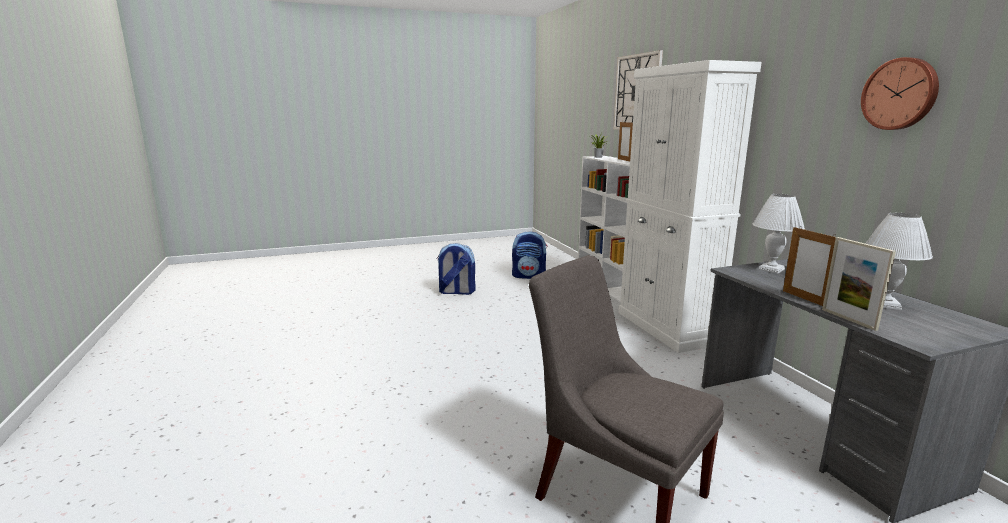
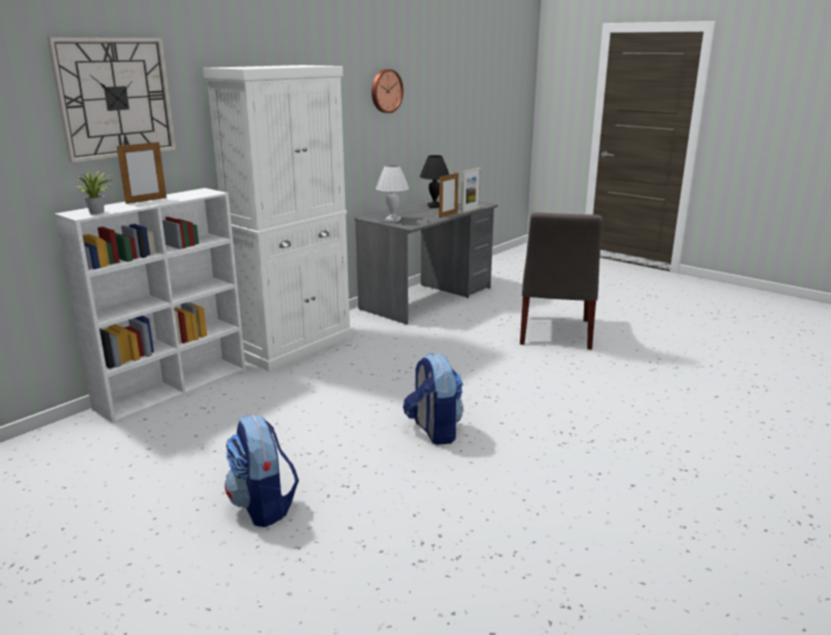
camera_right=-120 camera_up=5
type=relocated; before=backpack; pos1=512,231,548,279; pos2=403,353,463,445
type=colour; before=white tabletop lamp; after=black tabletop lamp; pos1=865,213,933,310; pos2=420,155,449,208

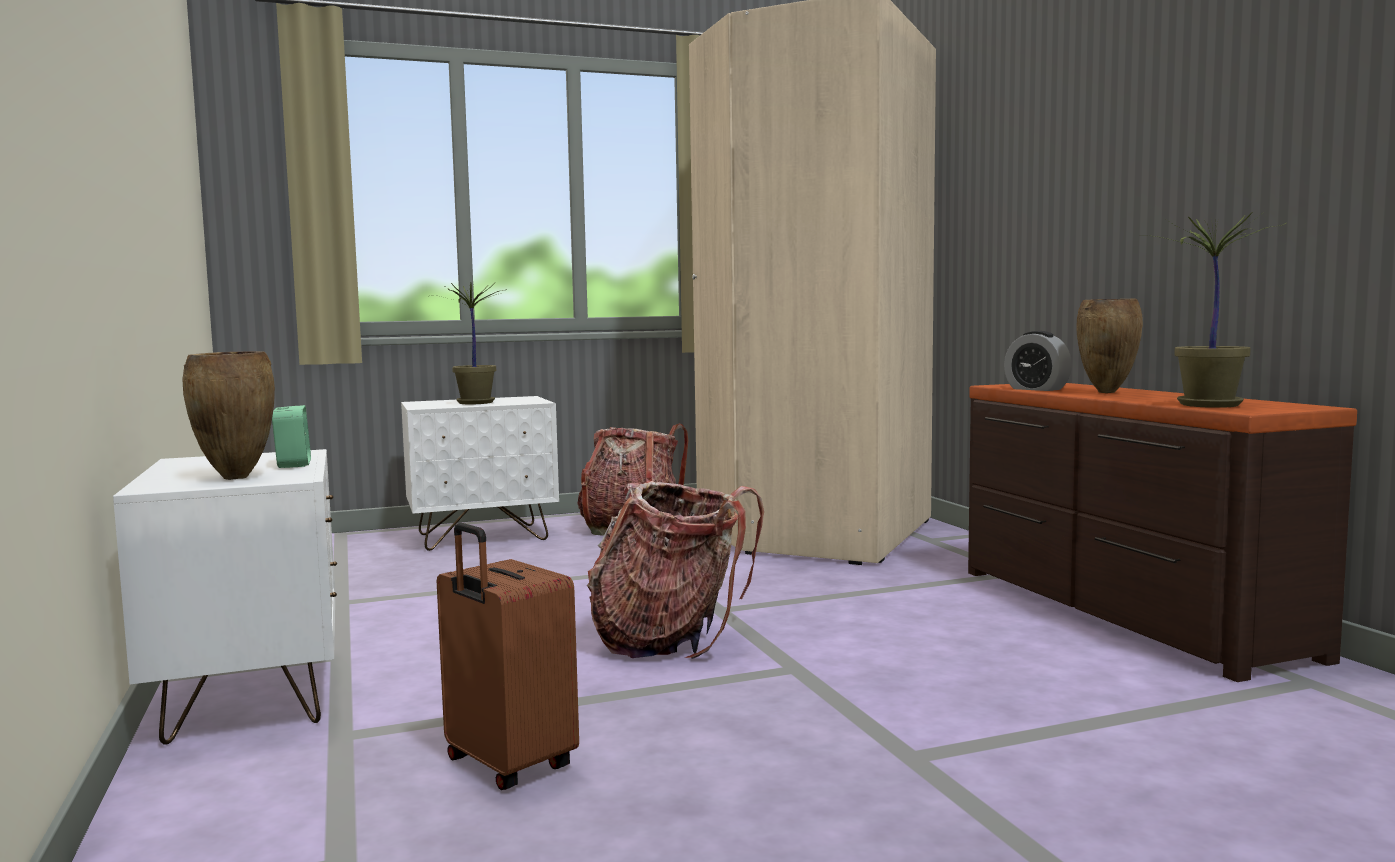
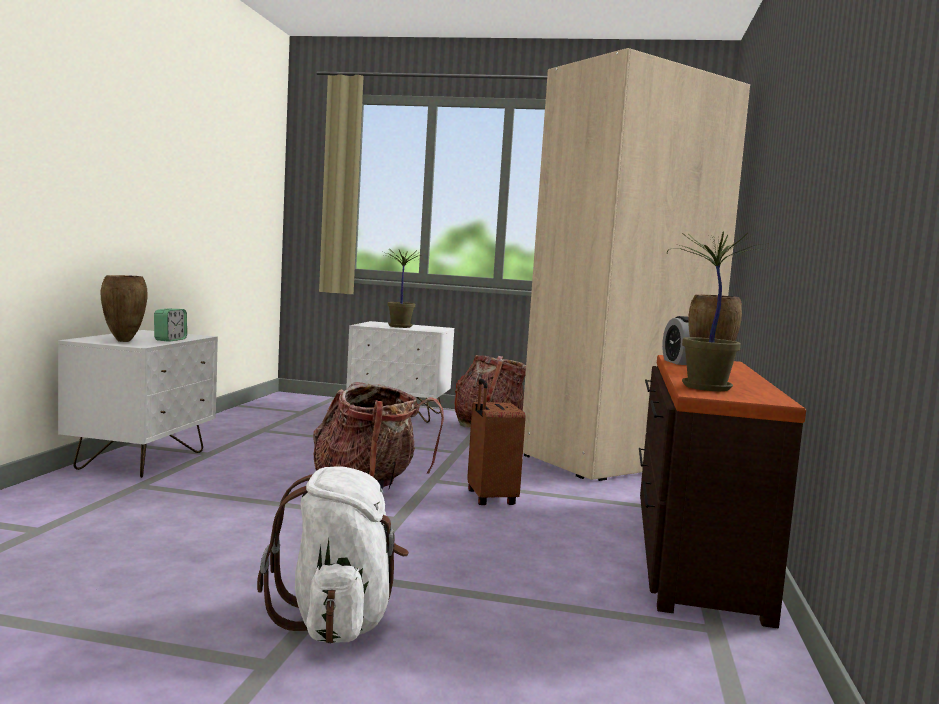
camera_right=30 camera_up=0
type=relocated; before=brown-coloured suitcase; pos1=437,523,579,790; pos2=467,379,526,505
type=appeared; after=white backpack; pos2=257,466,409,644

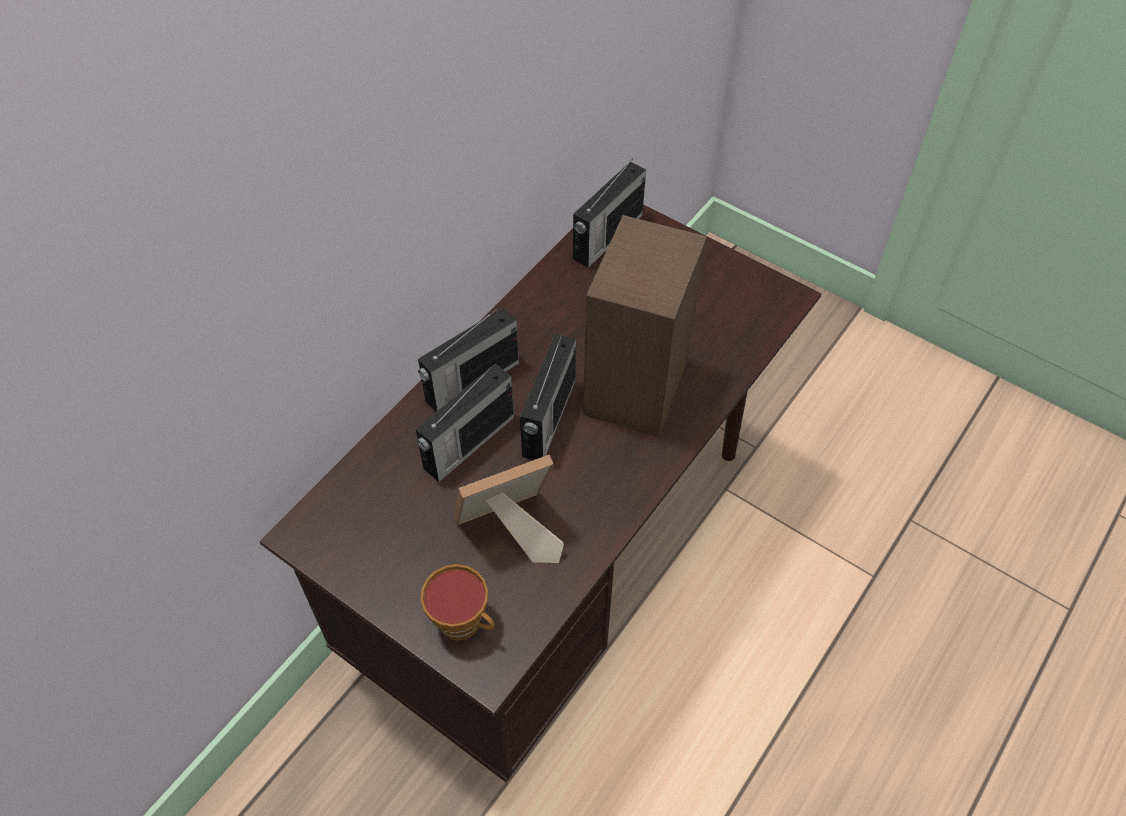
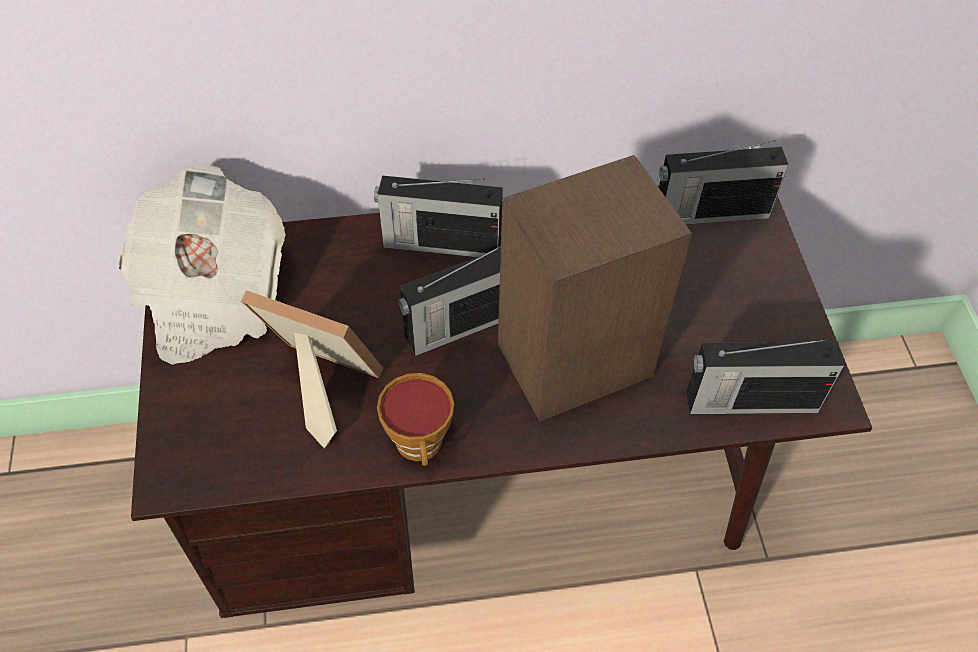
camera_right=45 camera_up=0
type=relocated; before=radio; pos1=416,364,514,482; pos2=687,339,844,414
type=relocated; before=cup; pos1=420,564,495,641; pos2=377,373,454,466
type=appeared; after=daily paper; pos2=118,165,286,365

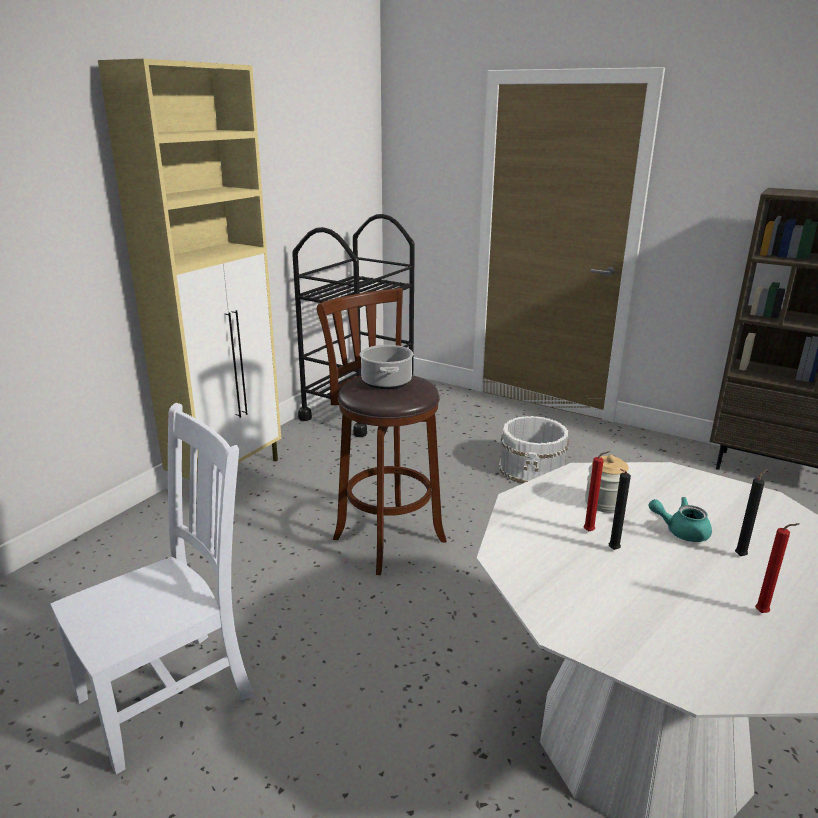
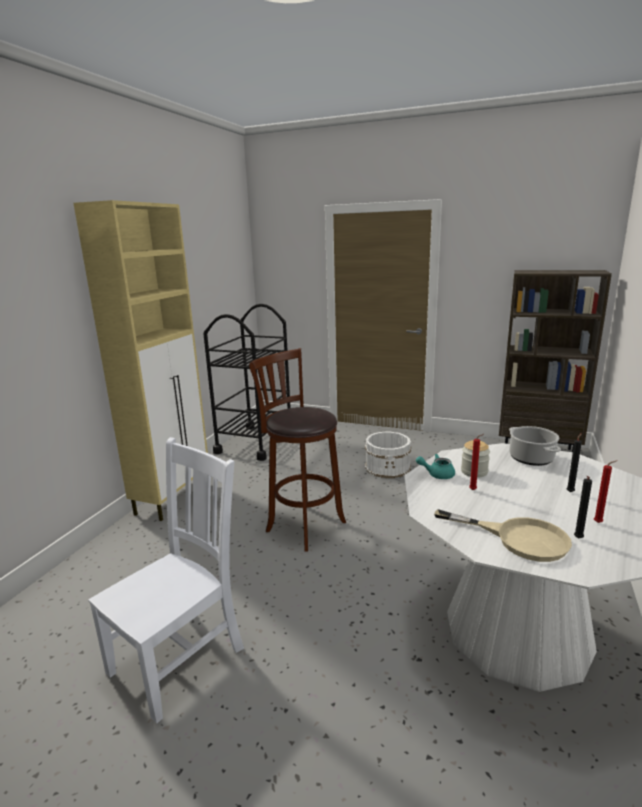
camera_right=-10 camera_up=-5
type=relocated; before=saucepot; pos1=360,345,413,389; pos2=509,426,561,466
type=relocated; before=black wax candle; pos1=609,469,631,550; pos2=574,476,592,539
type=relocated; before=turquoise-coloured tea pot; pos1=648,497,712,542; pos2=416,454,455,479
type=appeared; after=beige frying pan; pos2=434,509,572,562

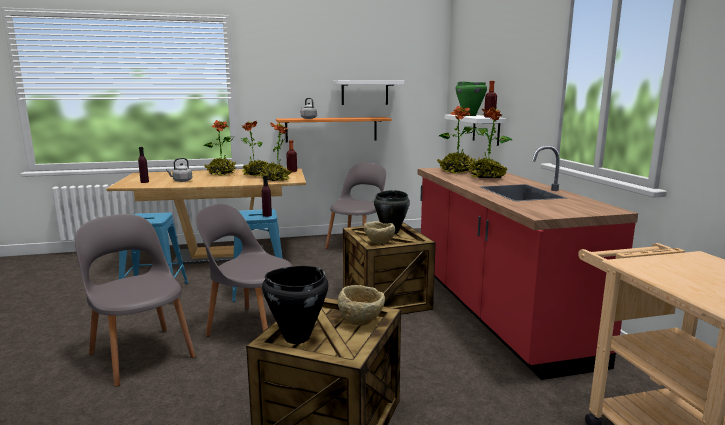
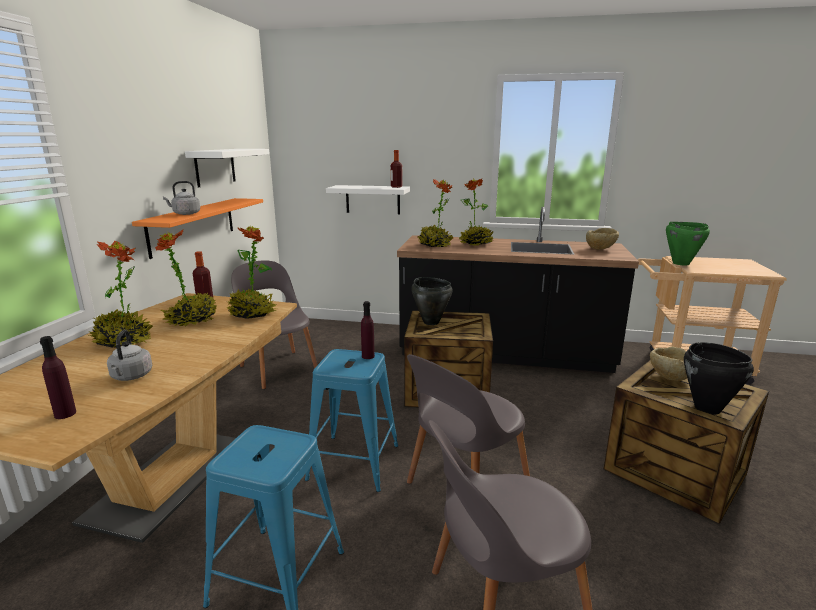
camera_right=-65 camera_up=5
type=relocated; before=beige serving bowl; pos1=364,221,395,244; pos2=586,228,619,250
type=colour; before=red kitchen base unit; after=black kitchen base unit; pos1=418,145,638,380; pos2=397,207,639,373
type=relocated; before=green-coloured saucepot; pos1=456,81,487,116; pos2=666,222,710,265

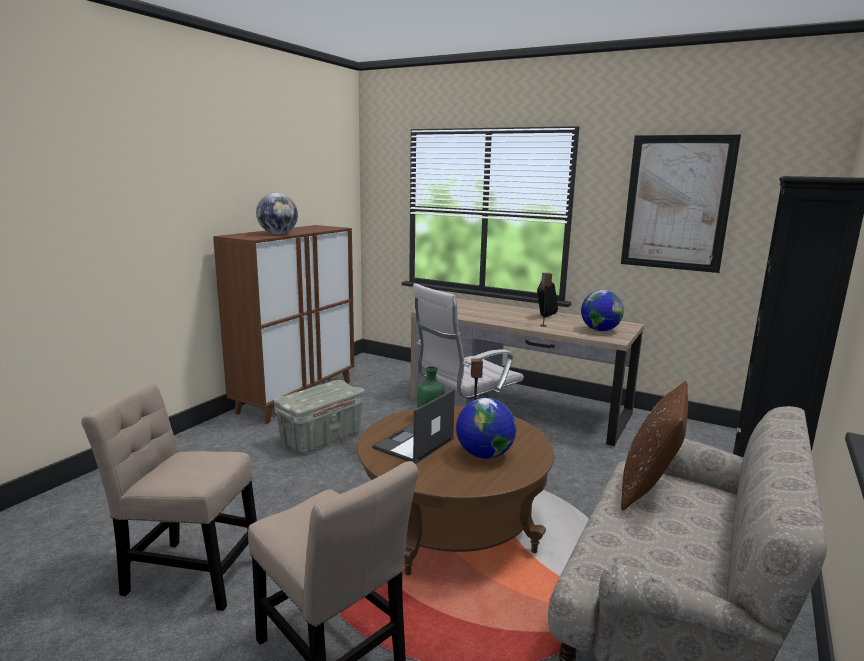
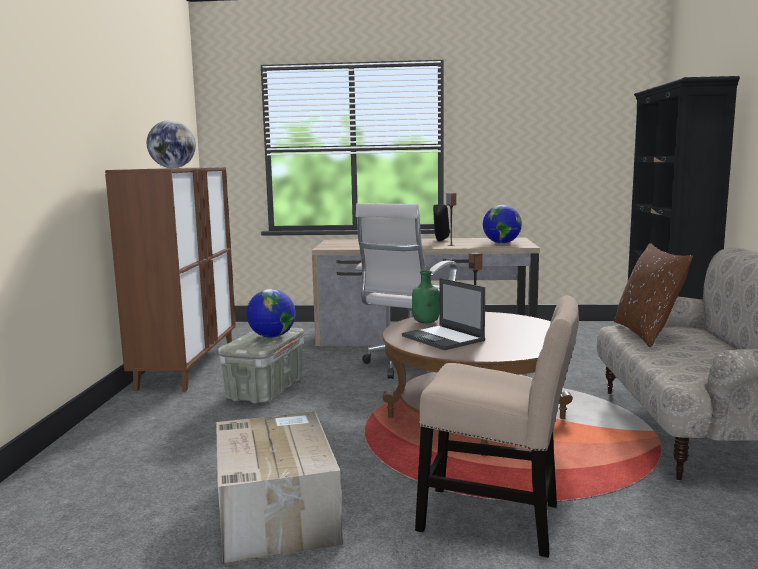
camera_right=-25 camera_up=-5
type=exchanged; before=beige upright chair; after=cardboard box; pos1=82,381,257,611; pos2=216,411,343,564
type=spun; before=portable computer; pos1=372,389,455,464; pos2=402,278,485,350; turn=-45
type=relocated; before=desk globe; pos1=456,398,516,459; pos2=246,289,296,338
type=missing; before=picture; pos1=621,134,741,273

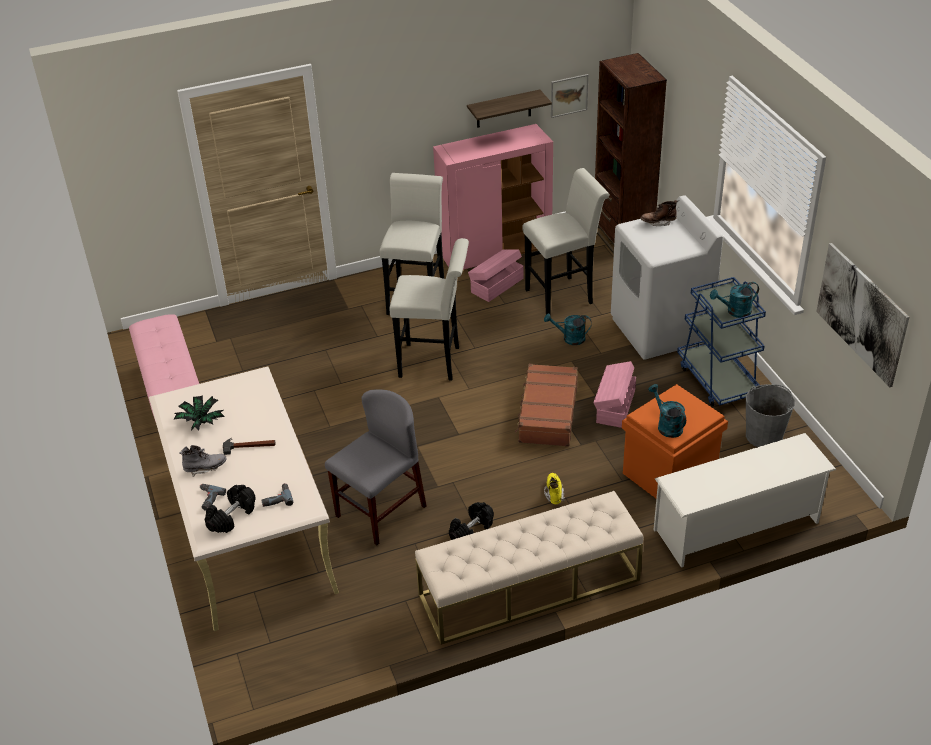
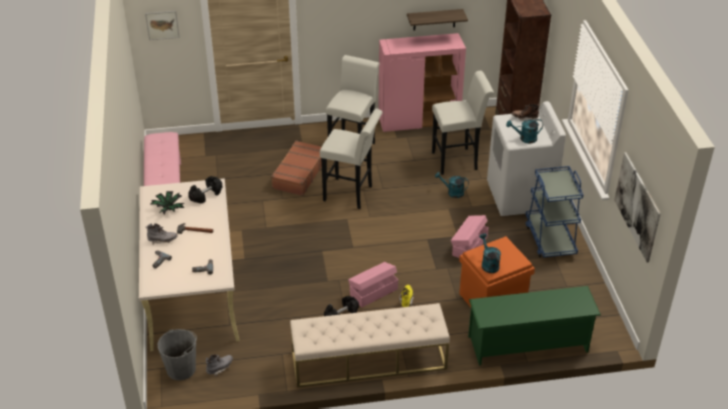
camera_right=10 camera_up=0
type=relocated; before=black hand weight; pos1=205,485,256,533; pos2=188,176,222,204
type=missing; before=grey upright chair; pos1=325,389,426,545
type=relocated; before=pink-coloured storage box; pos1=468,249,523,302; pos2=348,262,398,307
type=relocated; before=brown-coloured suitcase; pos1=515,364,578,447; pos2=271,140,322,196
type=relocated; before=picture; pos1=551,74,588,118; pos2=145,11,180,40
type=colour; before=white shoe rack; after=green-coloured shoe rack; pos1=654,433,836,568; pos2=468,286,601,366
type=relocated; before=turquoise-coloured watering pot; pos1=710,282,759,318; pos2=506,119,543,143
type=relocated; before=grey pail; pos1=746,384,795,447; pos2=157,329,197,380
type=appeared; after=grey tall boot; pos2=206,355,233,376

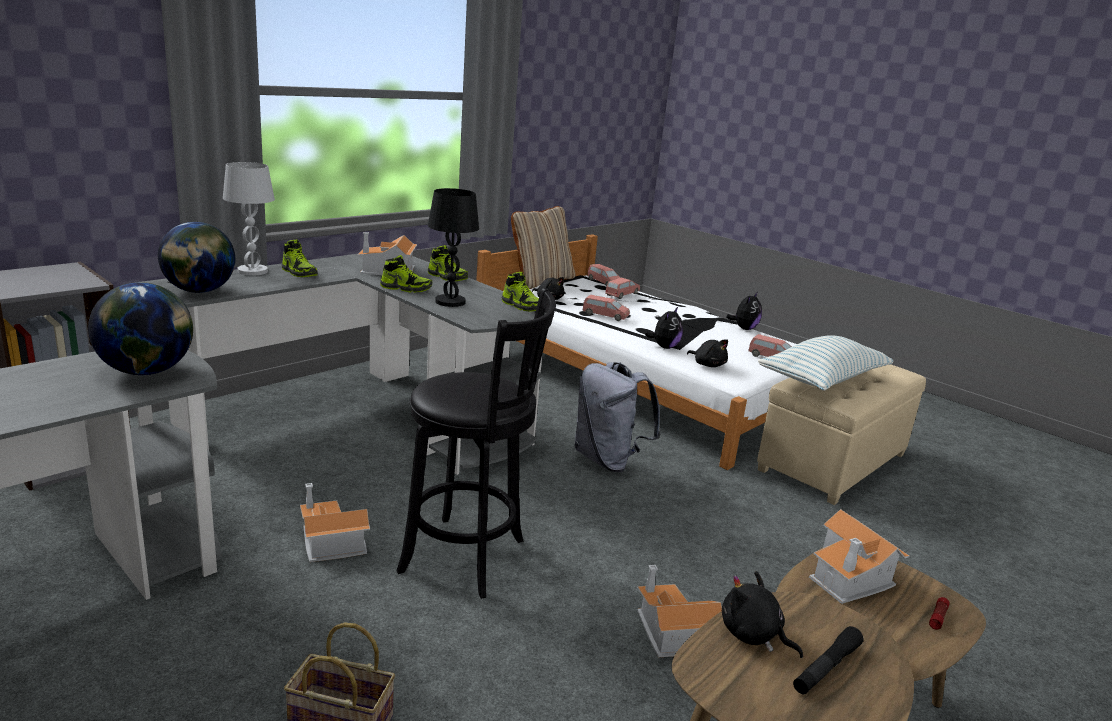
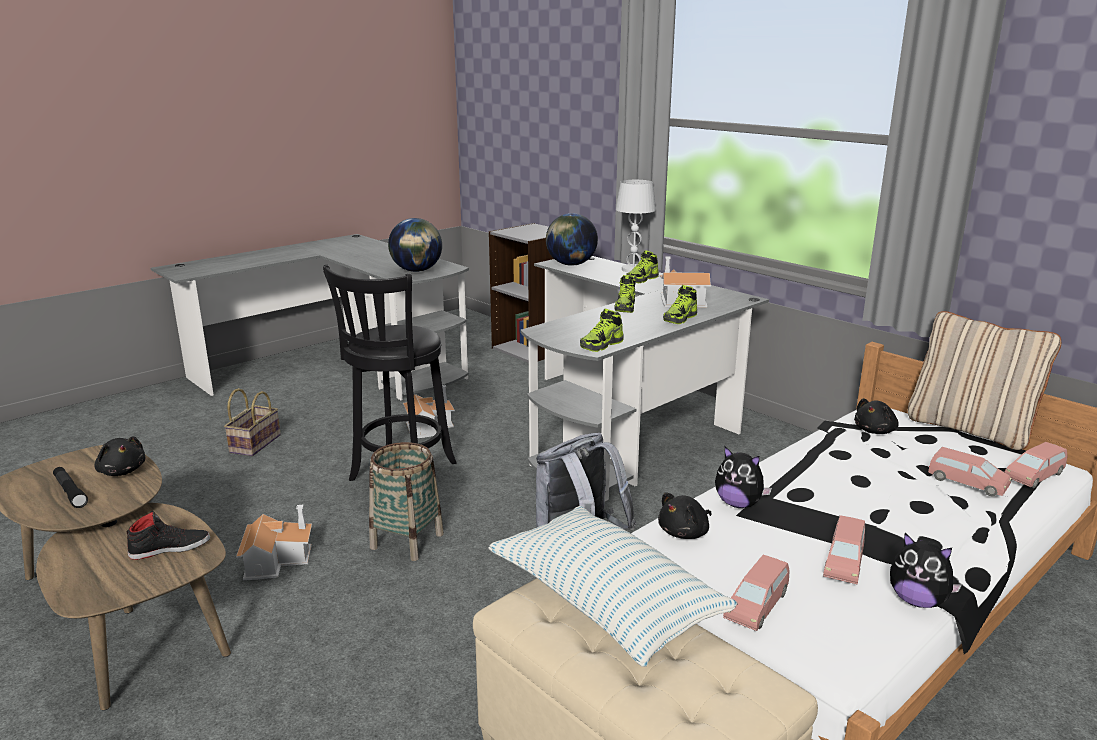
camera_right=95 camera_up=0
type=missing; before=black tabletop lamp; pos1=428,188,479,307
type=relocated; before=pink-coloured miniature car; pos1=583,295,630,321; pos2=823,515,865,585
type=spun; before=black soft toy; pos1=722,571,803,658; pos2=95,436,145,476; turn=90
type=exchanged; before=toy house; after=black item of footwear; pos1=809,509,909,604; pos2=127,510,210,560
type=missing; before=torch; pos1=929,597,949,630
type=appeared; after=basket; pos2=369,442,444,561

